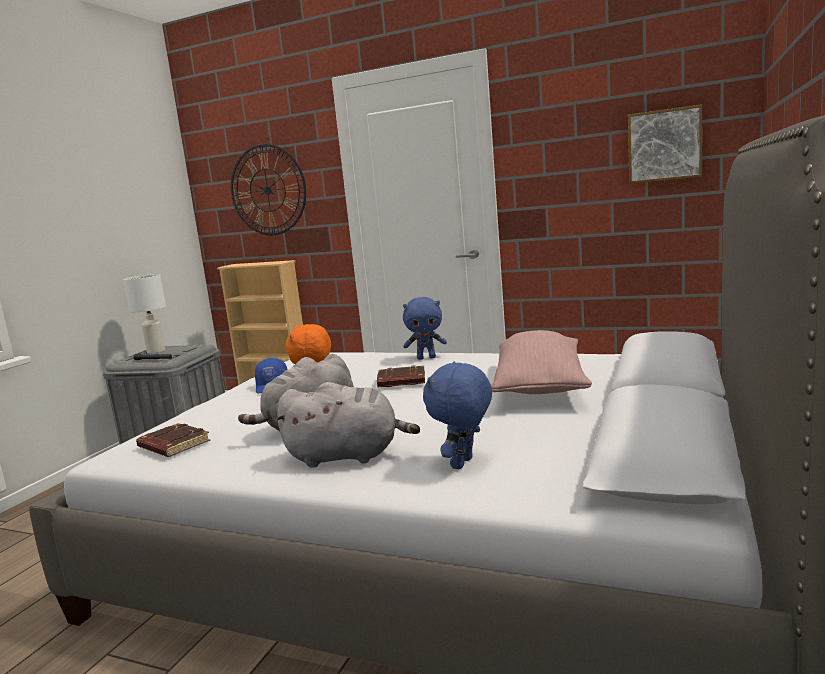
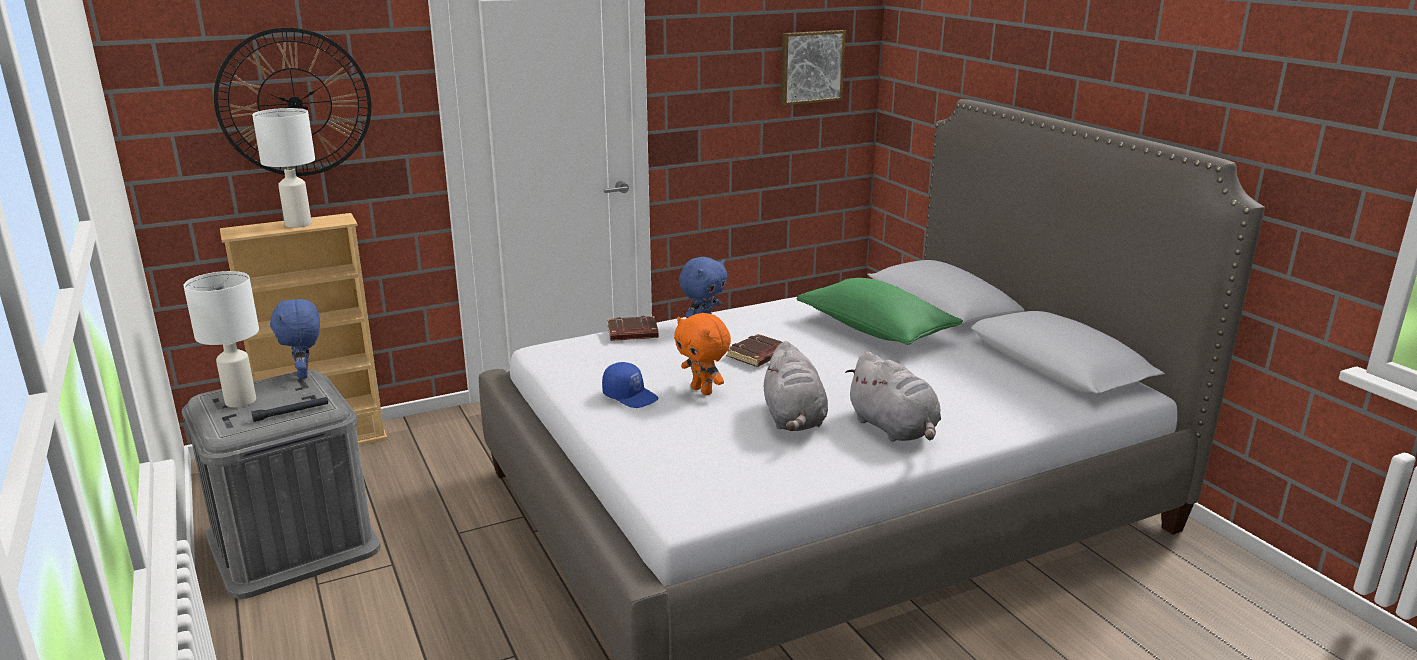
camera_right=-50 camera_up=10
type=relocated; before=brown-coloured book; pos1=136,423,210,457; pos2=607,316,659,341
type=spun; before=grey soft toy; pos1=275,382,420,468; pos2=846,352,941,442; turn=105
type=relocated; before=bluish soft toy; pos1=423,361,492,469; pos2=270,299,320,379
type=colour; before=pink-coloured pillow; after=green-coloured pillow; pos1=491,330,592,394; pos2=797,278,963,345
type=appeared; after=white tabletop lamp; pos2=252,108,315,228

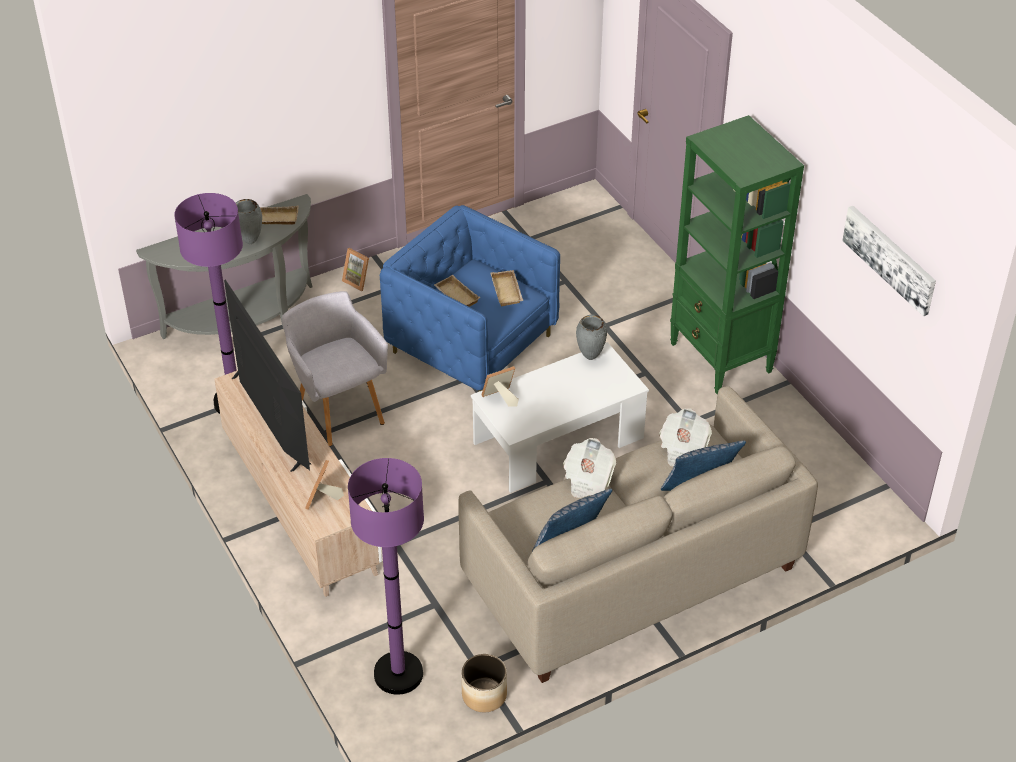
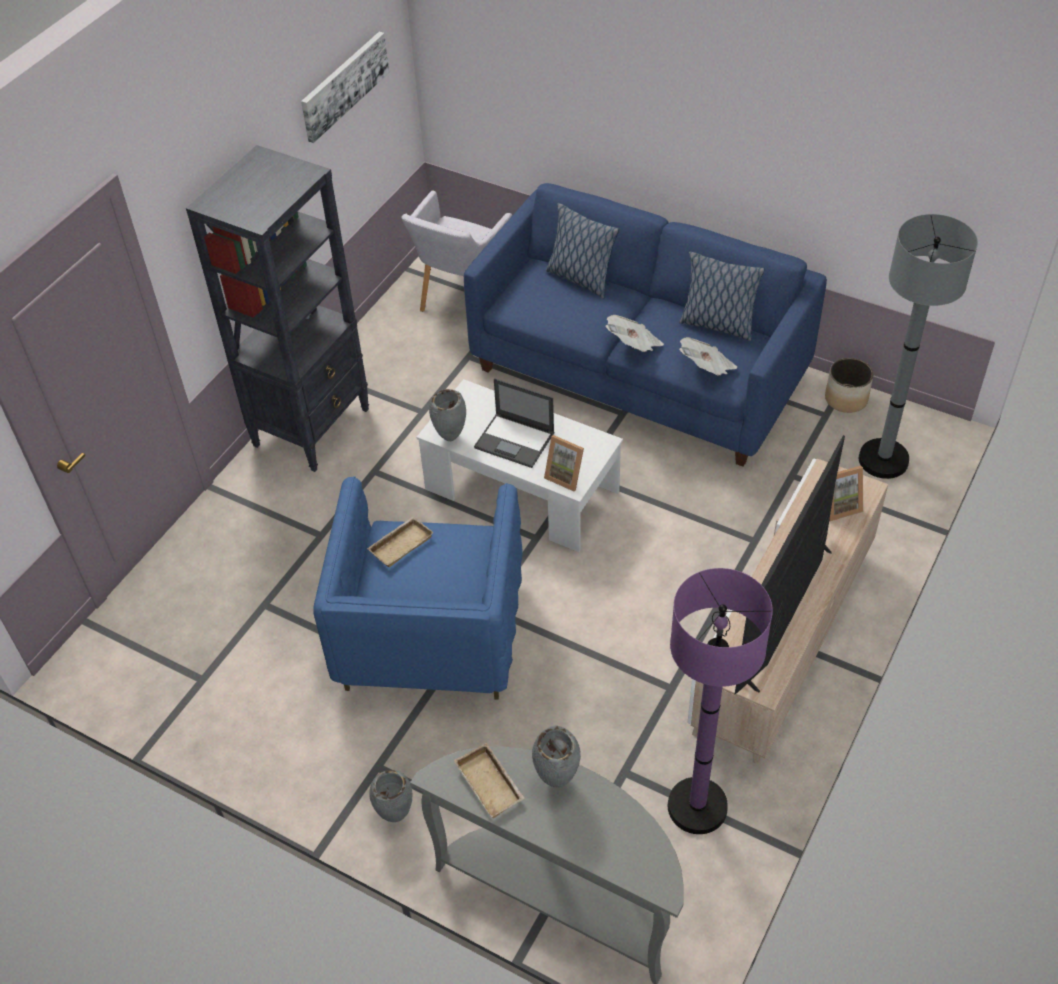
camera_right=-120 camera_up=5
type=relocated; before=grey armchair; pos1=282,291,388,446; pos2=401,191,512,312
type=exchanged; before=picture frame; after=grey decorative vase; pos1=342,248,369,291; pos2=369,770,413,822
type=colour; before=purple floor lamp; after=grey floor lamp; pos1=348,458,424,695; pos2=859,214,978,479
type=missing; before=beige tray; pos1=434,275,480,307
type=colour; before=beige settee; after=bluish settee; pos1=458,386,818,683; pos2=464,183,827,467
type=relocated; before=daily paper; pos1=659,408,712,467; pos2=679,337,737,376
type=colour; before=green-coloured bookcase; after=black bookcase; pos1=670,115,804,394; pos2=186,145,369,472
type=appeared; after=portable computer; pos2=474,378,555,468

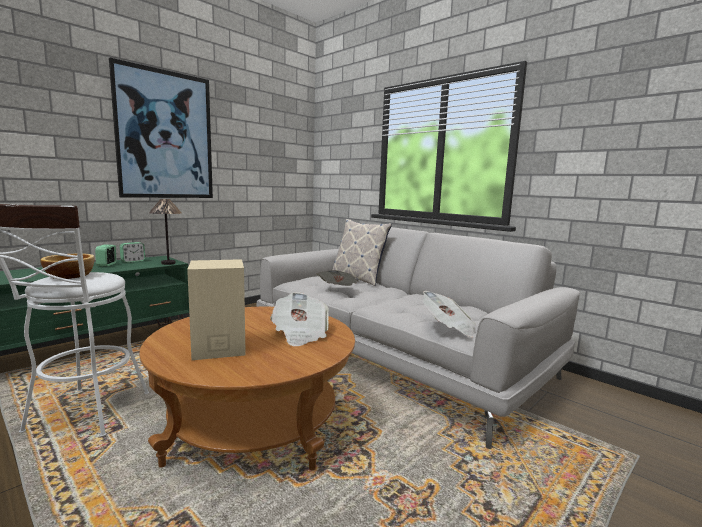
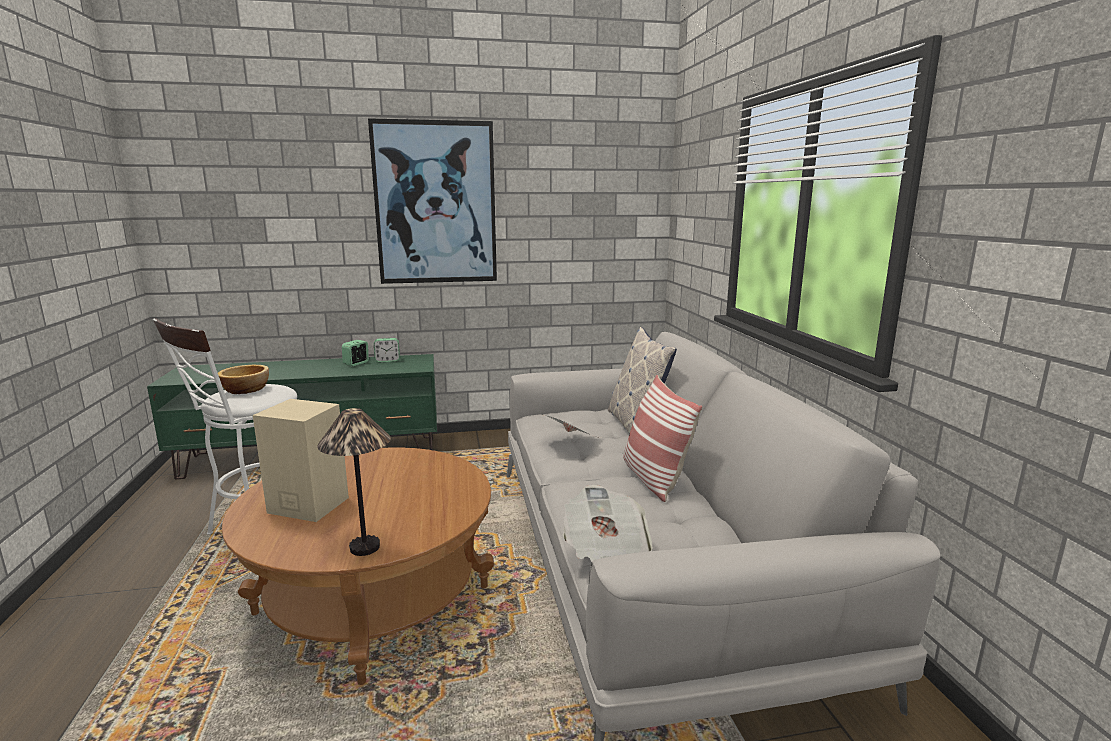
camera_right=35 camera_up=5
type=relocated; before=tabletop lamp; pos1=149,199,182,265; pos2=317,408,391,556
type=missing; before=daily paper; pos1=270,292,329,346
type=appeared; after=pillow; pos2=623,375,702,502

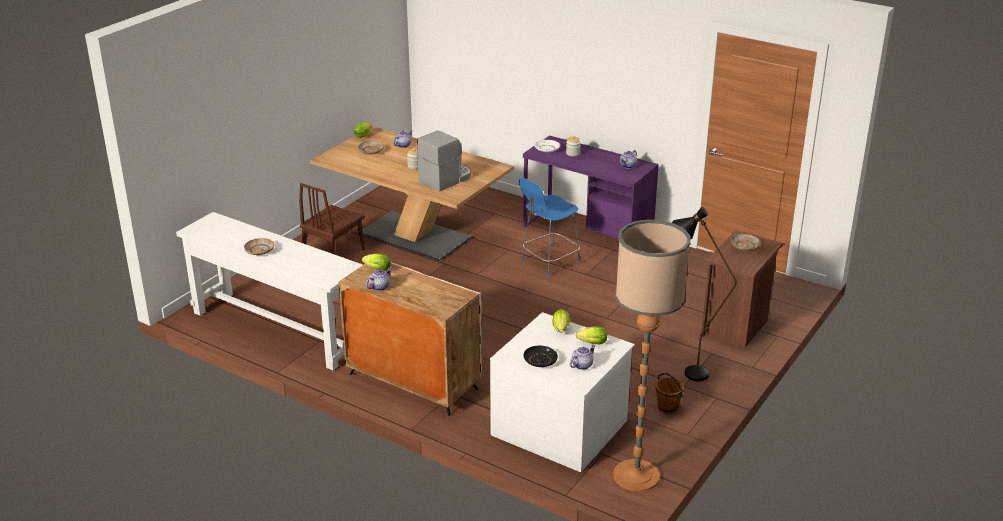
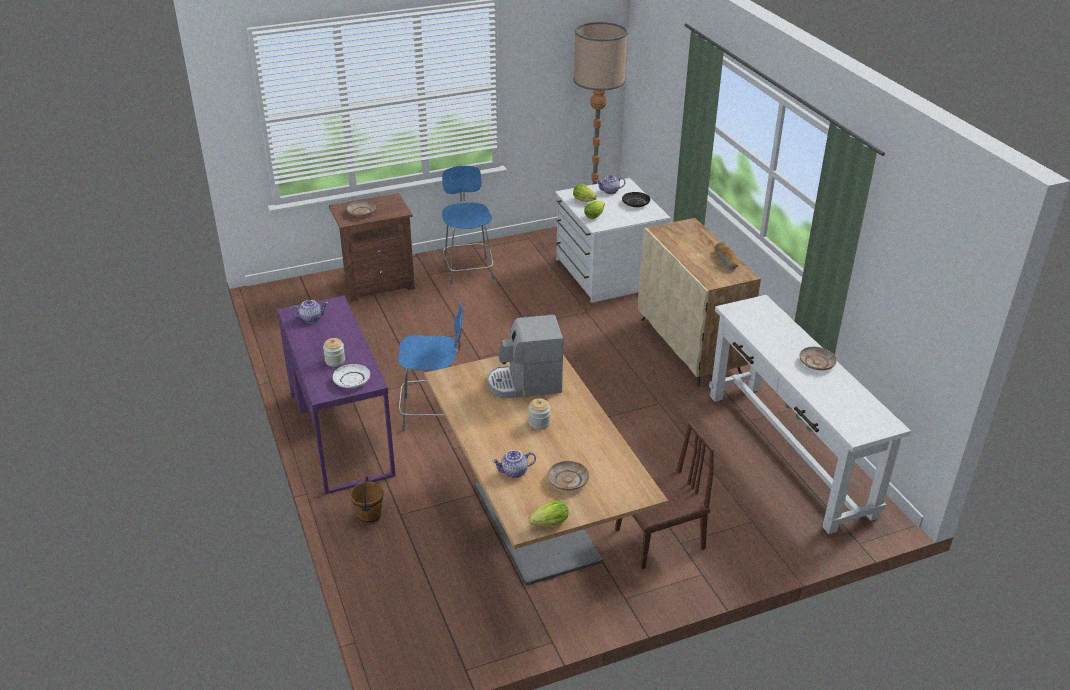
camera_right=-145 camera_up=5
type=missing; before=head of lettuce; pos1=362,253,391,271
type=exchanged; before=tea pot; after=baked bread; pos1=366,267,392,291; pos2=715,243,738,270
type=relocated; before=brown-coloured pail; pos1=655,373,684,414; pos2=350,477,384,525
type=exchanged; before=black floor lamp; after=bluish upright chair; pos1=672,206,737,381; pos2=442,166,494,285

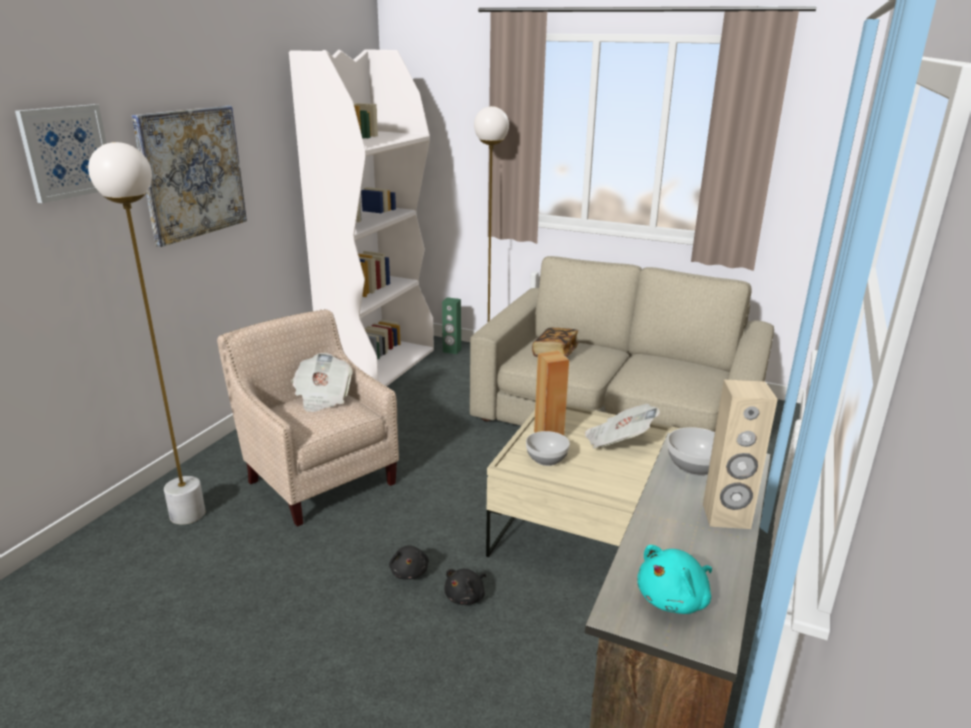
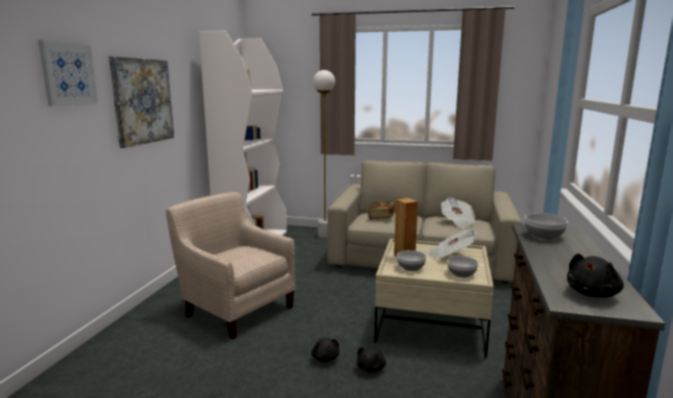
camera_right=-10 camera_up=-10
type=missing; before=white floor lamp; pos1=88,142,206,525
type=relocated; before=daily paper; pos1=292,353,353,412; pos2=441,198,476,228
type=missing; before=green-coloured loudspeaker; pos1=442,297,461,354
type=colour; before=turquoise-coloured soft toy; after=black soft toy; pos1=637,545,712,614; pos2=567,253,624,298
type=missing; before=beige loudspeaker; pos1=703,380,778,529
type=appeared; after=serving bowl; pos2=447,256,478,278

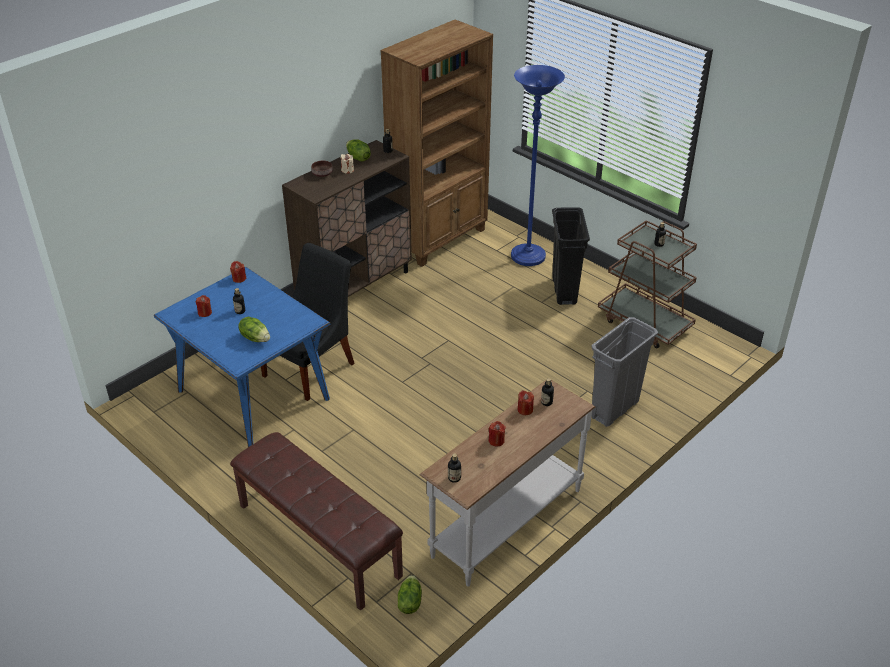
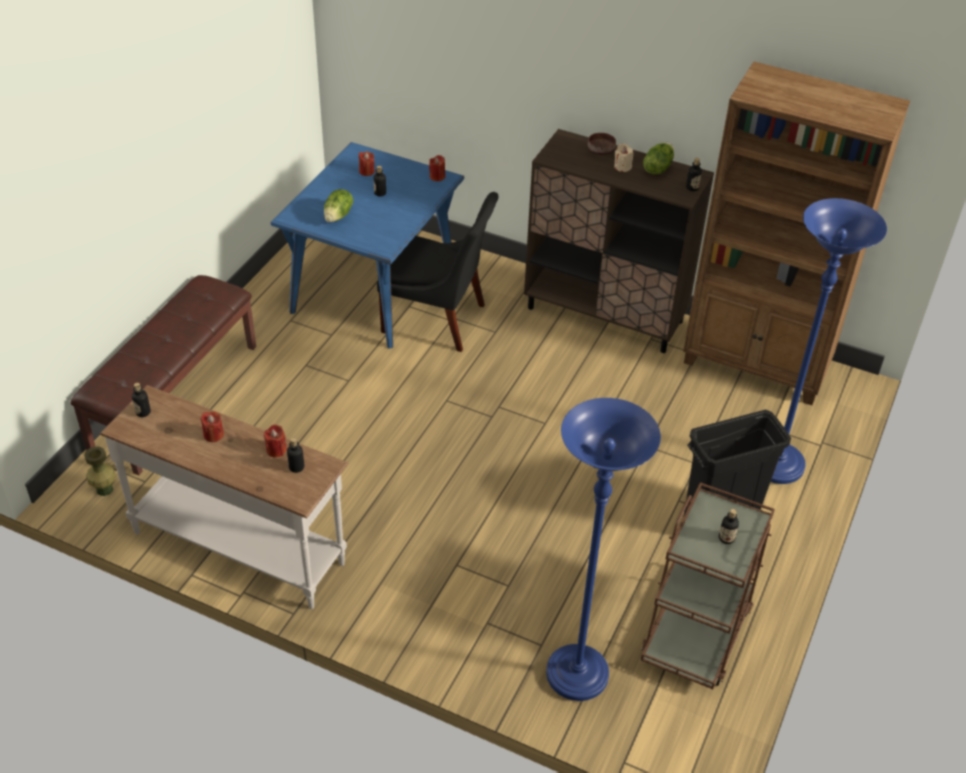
camera_right=70 camera_up=5
type=exchanged; before=head of lettuce; after=green-coloured decorative vase; pos1=398,575,422,614; pos2=84,446,116,496
type=missing; before=grey trash can; pos1=592,317,658,427
type=appeared; after=bluish floor lamp; pos2=546,398,661,701

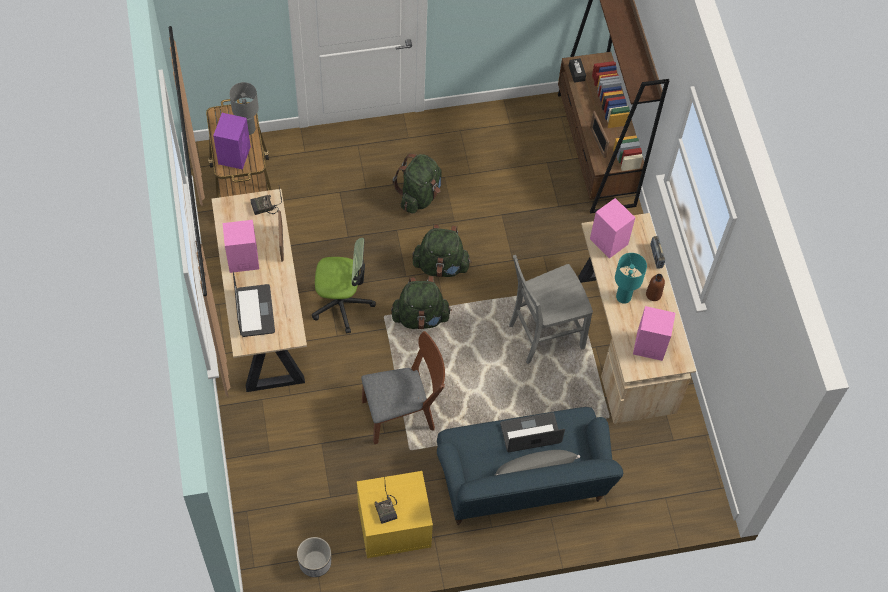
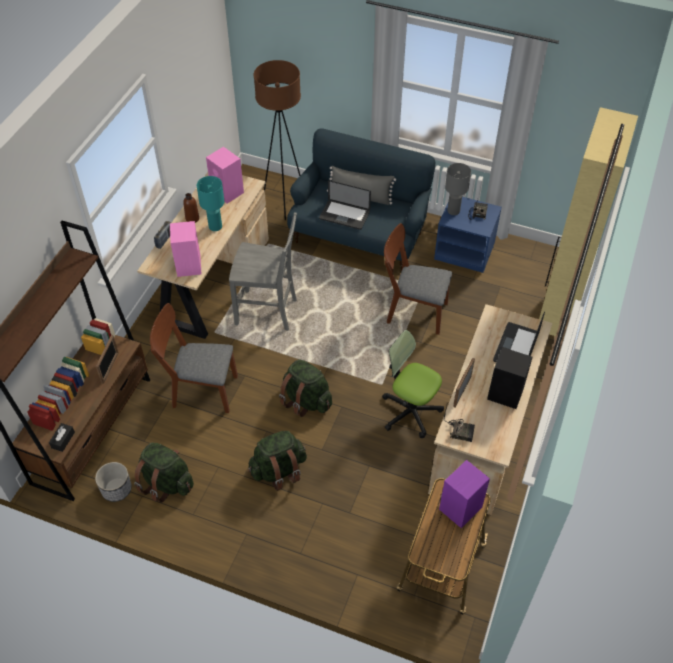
camera_right=-145 camera_up=-10
type=colour; before=pink-coloured loudspeaker; after=black loudspeaker; pos1=223,220,259,273; pos2=487,347,533,409
type=relocated; before=grey tabletop lamp; pos1=229,82,259,135; pos2=445,163,471,215
type=relocated; before=plant pot; pos1=297,537,331,577; pos2=95,462,132,502
type=colour; before=yellow bedside table; after=bluish bedside table; pos1=357,471,433,558; pos2=434,197,502,273
type=relocated; before=green-coloured backpack; pos1=391,276,452,329; pos2=134,442,194,503
type=appeared; after=brown-coloured upright chair; pos2=150,303,238,413
type=appeared; after=brown-coloured floor lamp; pos2=254,60,301,220
type=appeared; after=beige storage cabinet; pos2=539,107,638,347

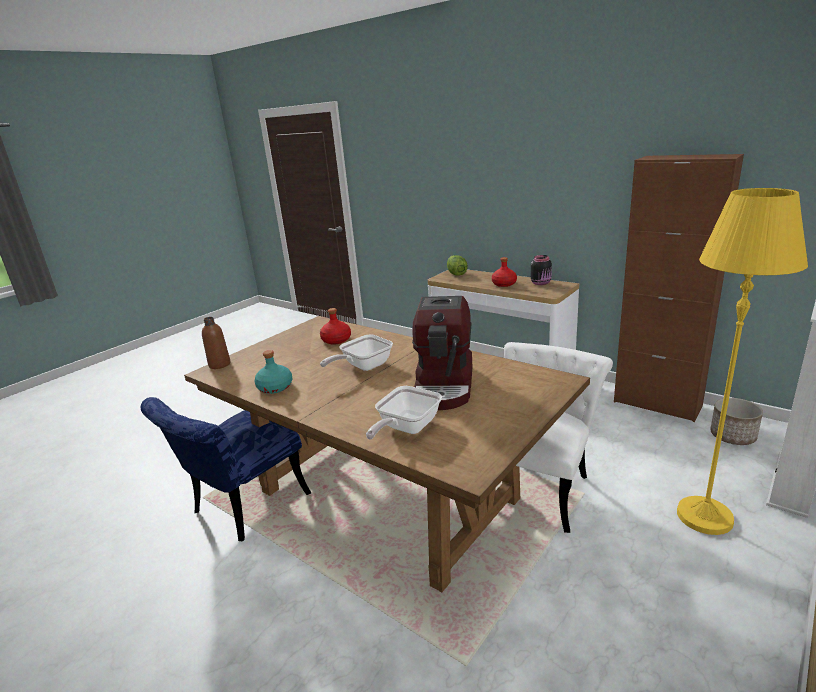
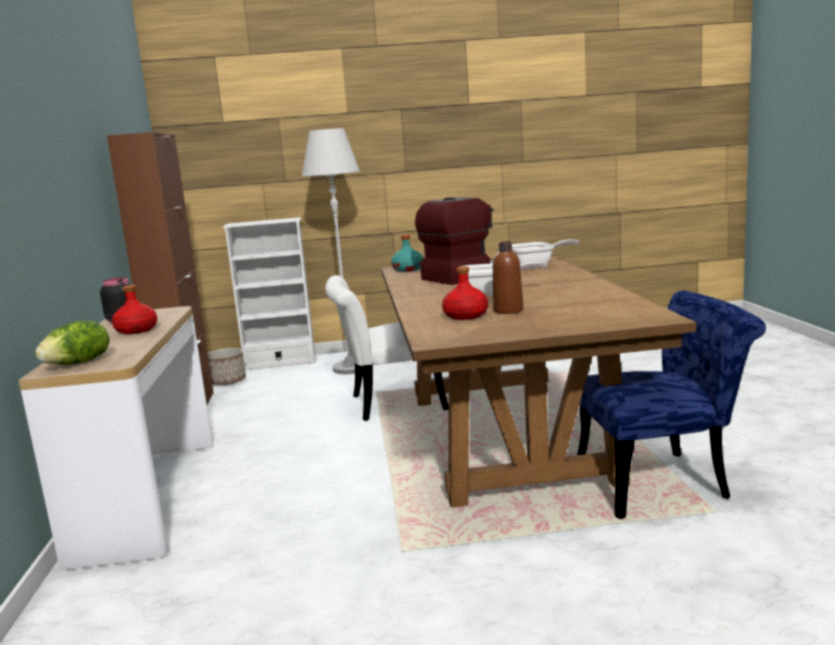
camera_right=-135 camera_up=-10
type=relocated; before=brown-coloured bottle; pos1=202,317,231,369; pos2=493,241,523,314
type=relocated; before=turquoise-coloured bottle; pos1=254,350,292,394; pos2=391,235,423,272
type=colour; before=yellow floor lamp; after=white floor lamp; pos1=677,188,808,535; pos2=302,128,360,374

